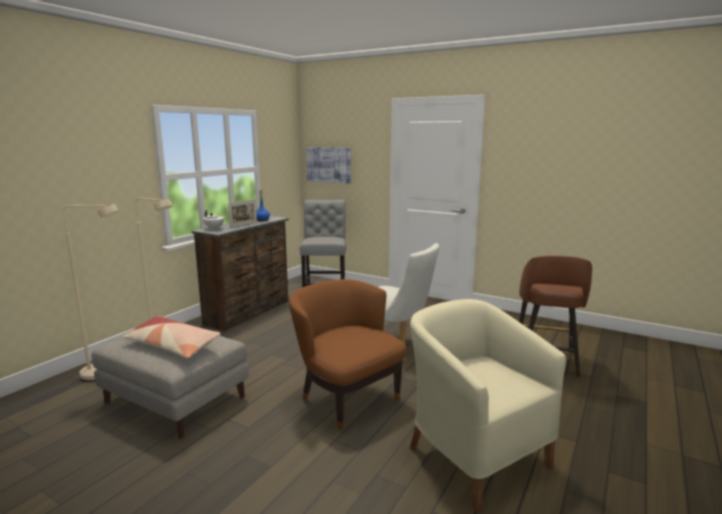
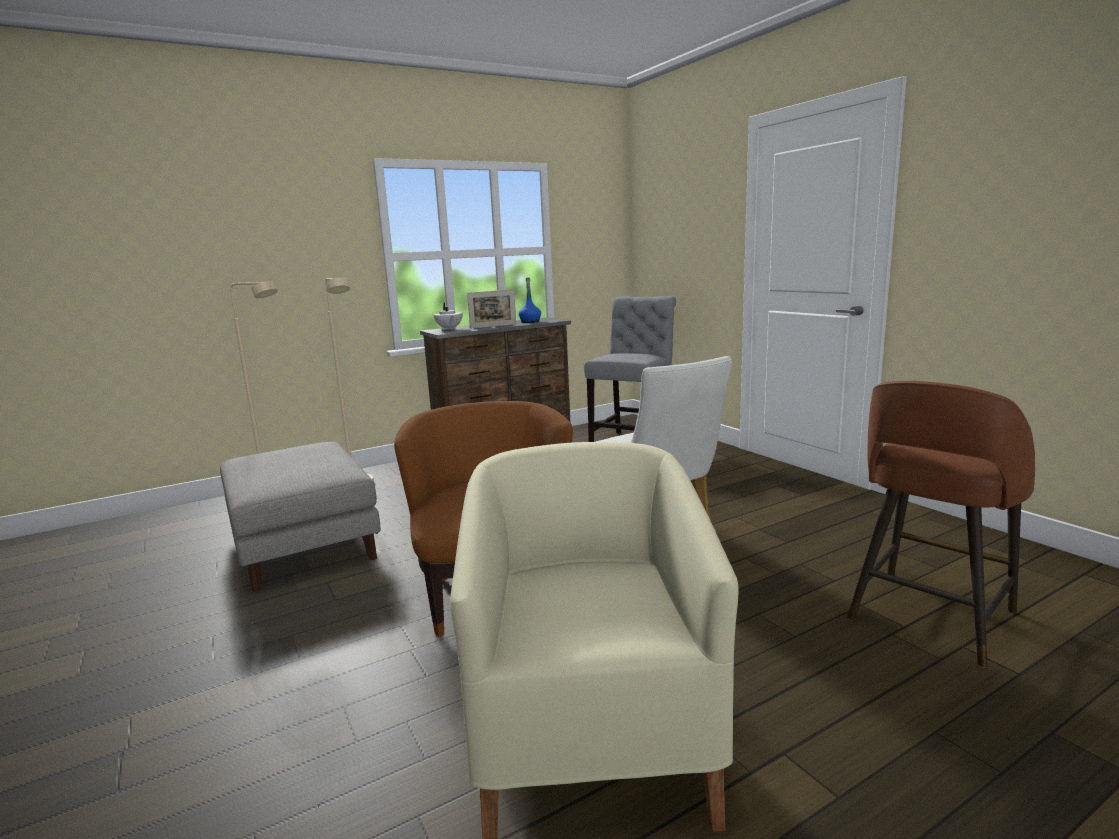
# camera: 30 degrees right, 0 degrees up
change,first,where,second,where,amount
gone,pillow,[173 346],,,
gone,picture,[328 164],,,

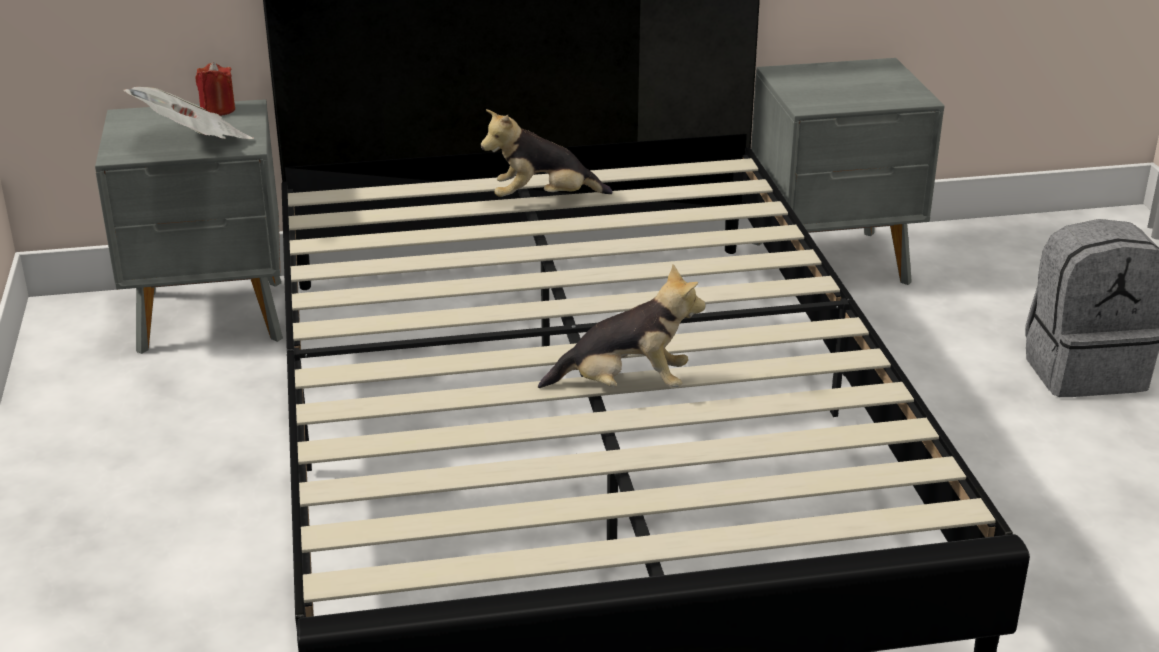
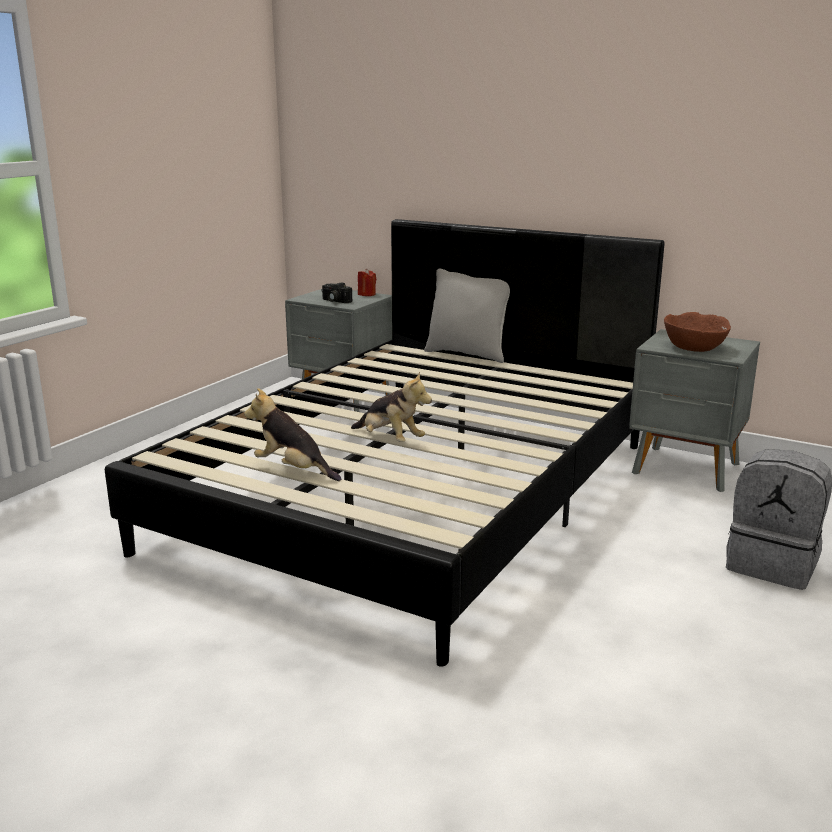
# camera: 40 degrees right, 10 degrees down
change,first,where,second,where,amount
swapped,newspaper,[194 142],photo camera,[334 301],
shifted,plush toy,[543 199],,[293 470],
new,,,pillow/grey,[468 354],
new,,,bowl/brown,[694 347],

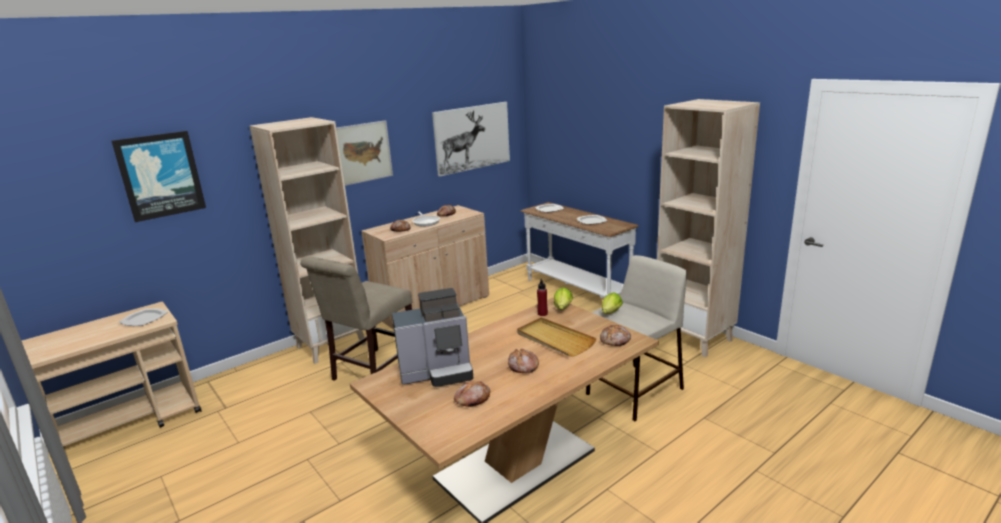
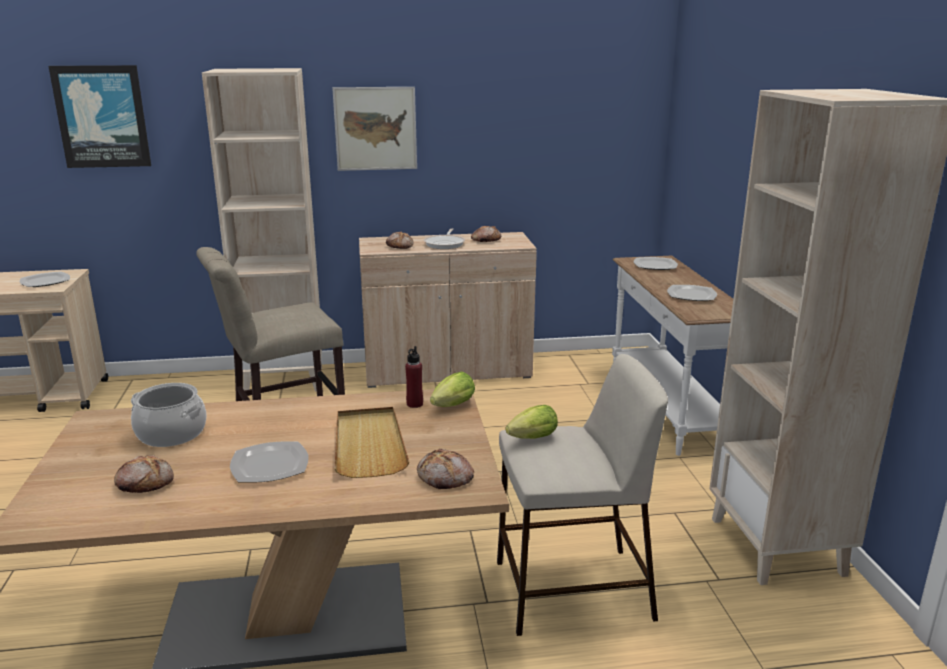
# camera: 30 degrees right, 0 degrees up
change,first,where,second,where,amount
swapped,coffee machine,[437 372],cooking pot,[172 433],
gone,picture,[472 137],,,
swapped,bread,[522 366],plate,[269 465],

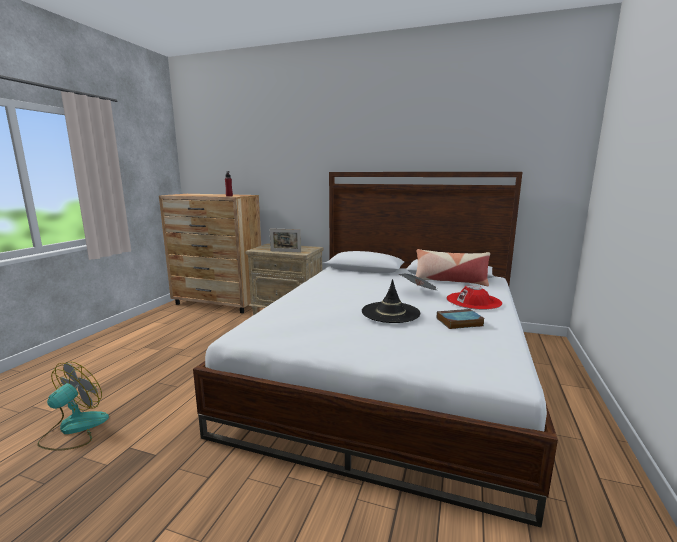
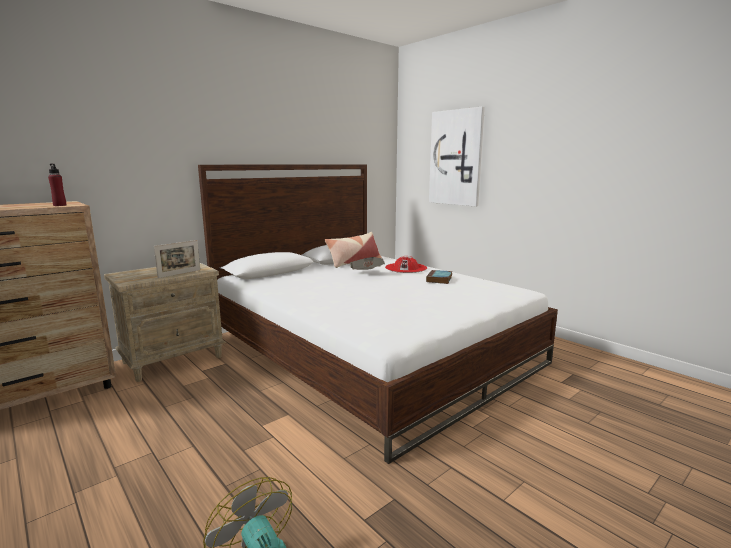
# camera: 60 degrees left, 0 degrees up
change,first,where,second,where,amount
gone,hat/black,[390 312],,,
new,,,picture,[456 158],

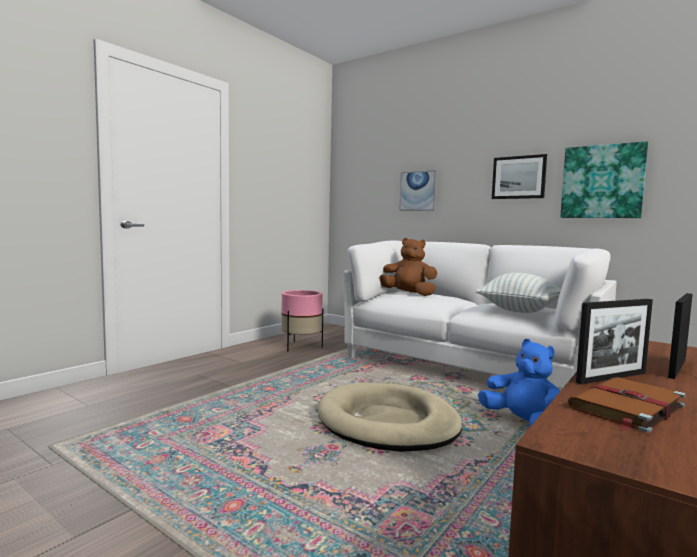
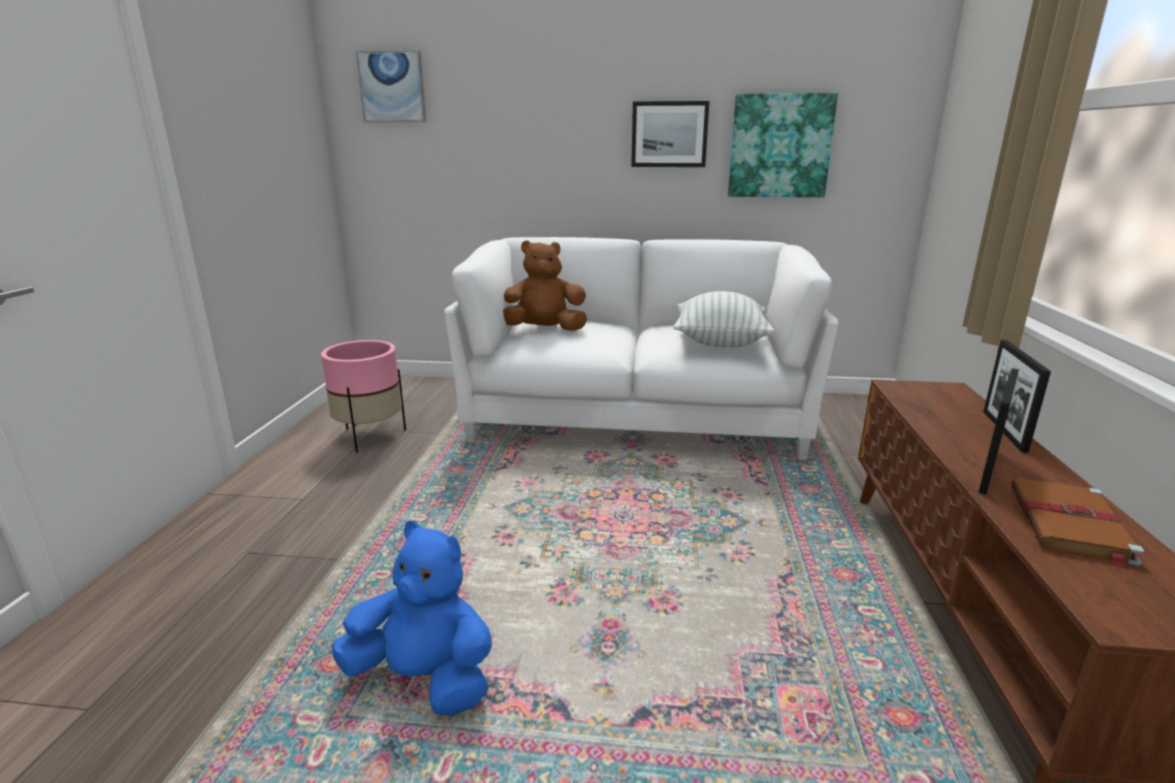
# camera: 30 degrees left, 15 degrees up
change,first,where,second,where,amount
gone,dog bed/beige,[387 422],,,
shifted,picture,[418 191],,[392 87],
shifted,plush toy/blue,[523 424],,[424 678],

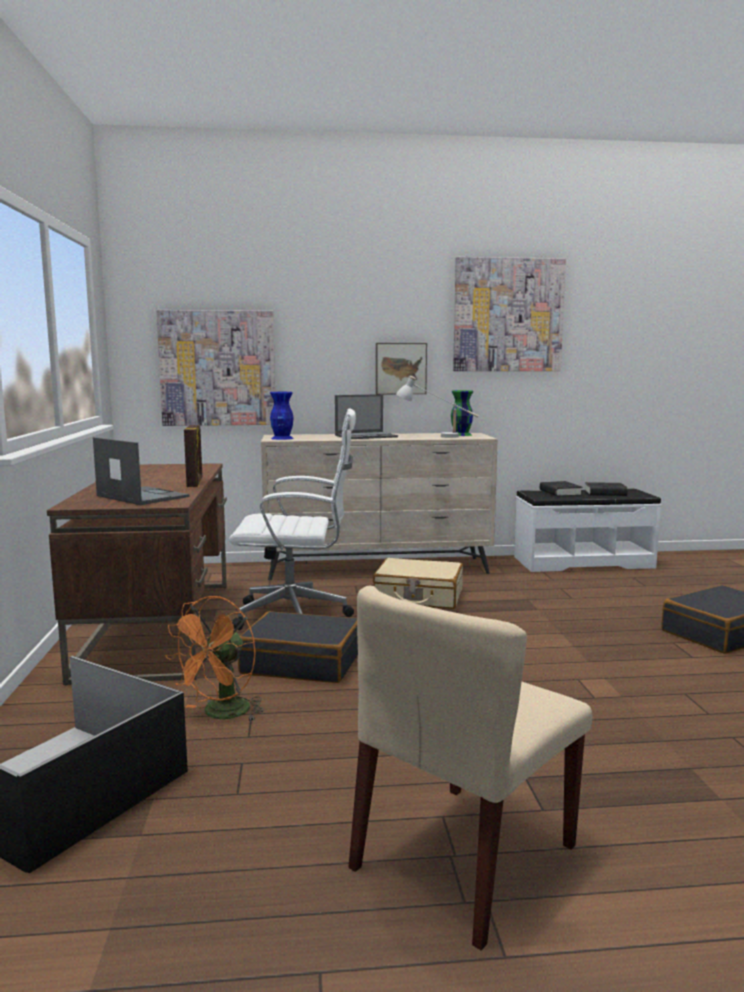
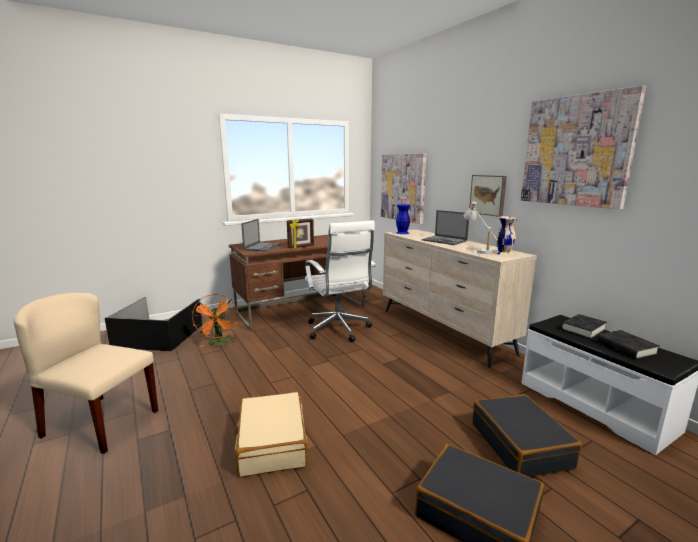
# camera: 65 degrees right, 5 degrees up
change,first,where,second,where,amount
rotated,fan/orange,[221 714],,[219 344],105 degrees counterclockwise
shifted,suitcase/black,[302 663],,[520 445],
shifted,suitcase/beige,[418 596],,[271 443],
repainted,vase/green,[460 435],vase/beige,[503 253],

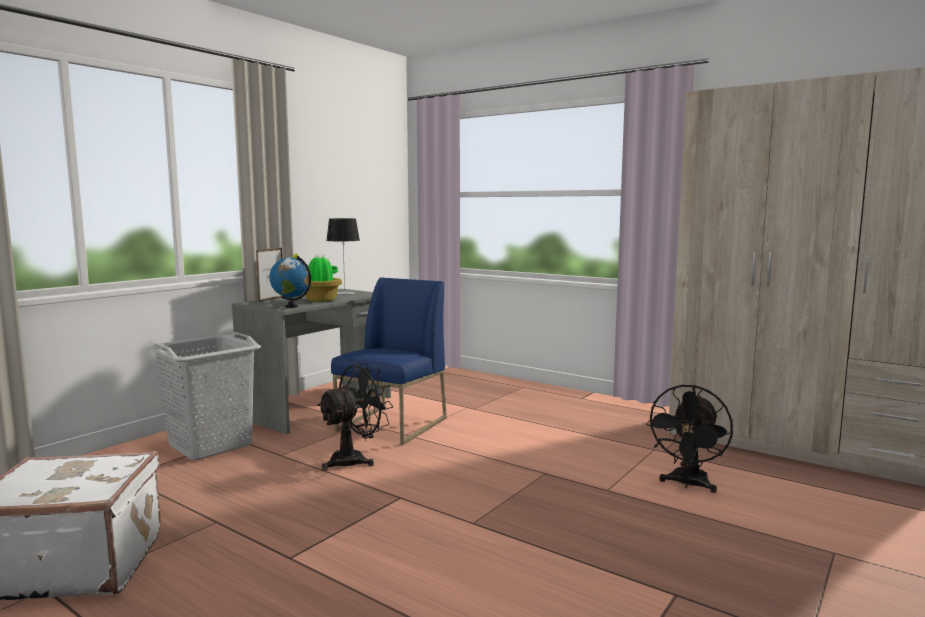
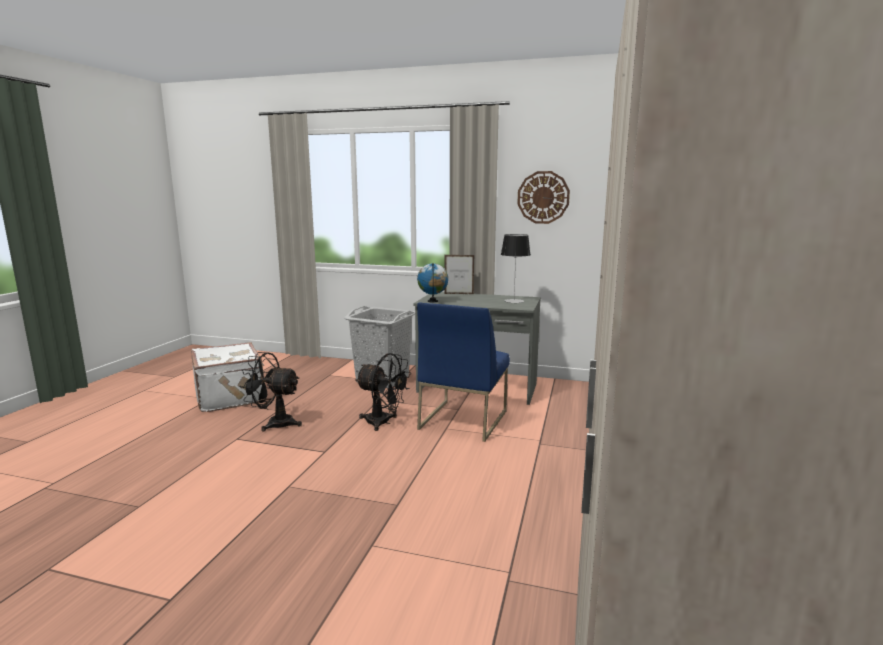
# camera: 70 degrees right, 5 degrees up
change,first,where,second,where,amount
gone,potted plant,[319 300],,,
rotated,chair/blue,[392 425],,[463 419],105 degrees clockwise
shifted,fan/black,[688 484],,[274 423],
new,,,wall clock,[543 197],

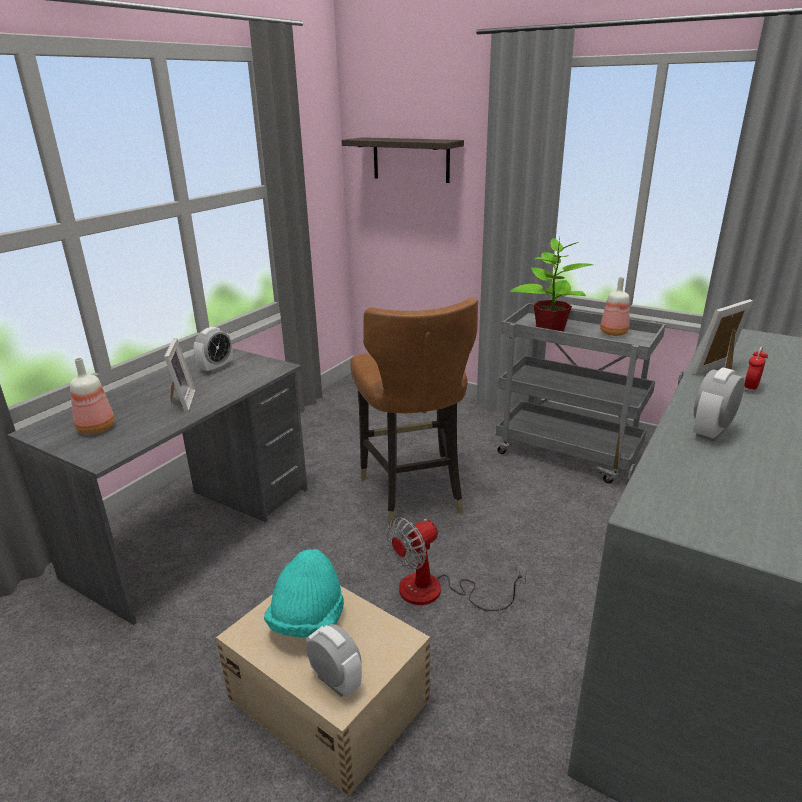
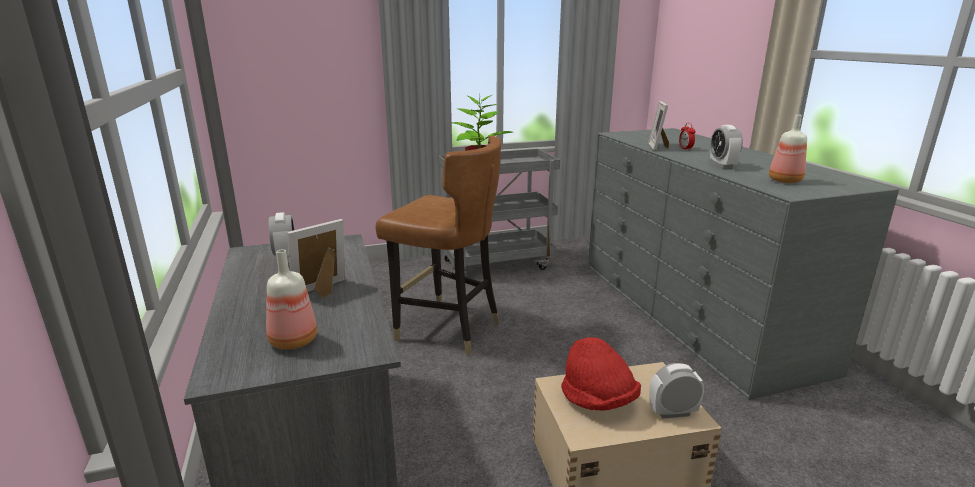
# camera: 50 degrees left, 5 degrees down
change,first,where,second,where,amount
rotated,picture frame,[180 401],,[324 290],75 degrees counterclockwise
repainted,hat/turquoise,[308 620],hat/red,[598 400],
gone,shelf,[411 159],,,
gone,fan,[436 592],,,
shifted,bottle,[613 332],,[783 180],

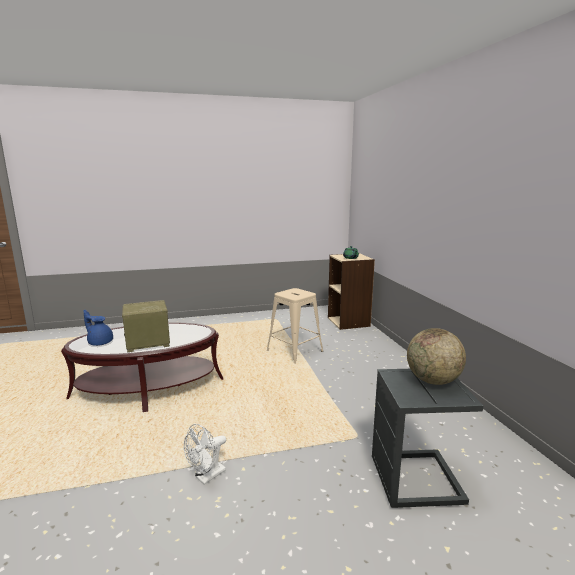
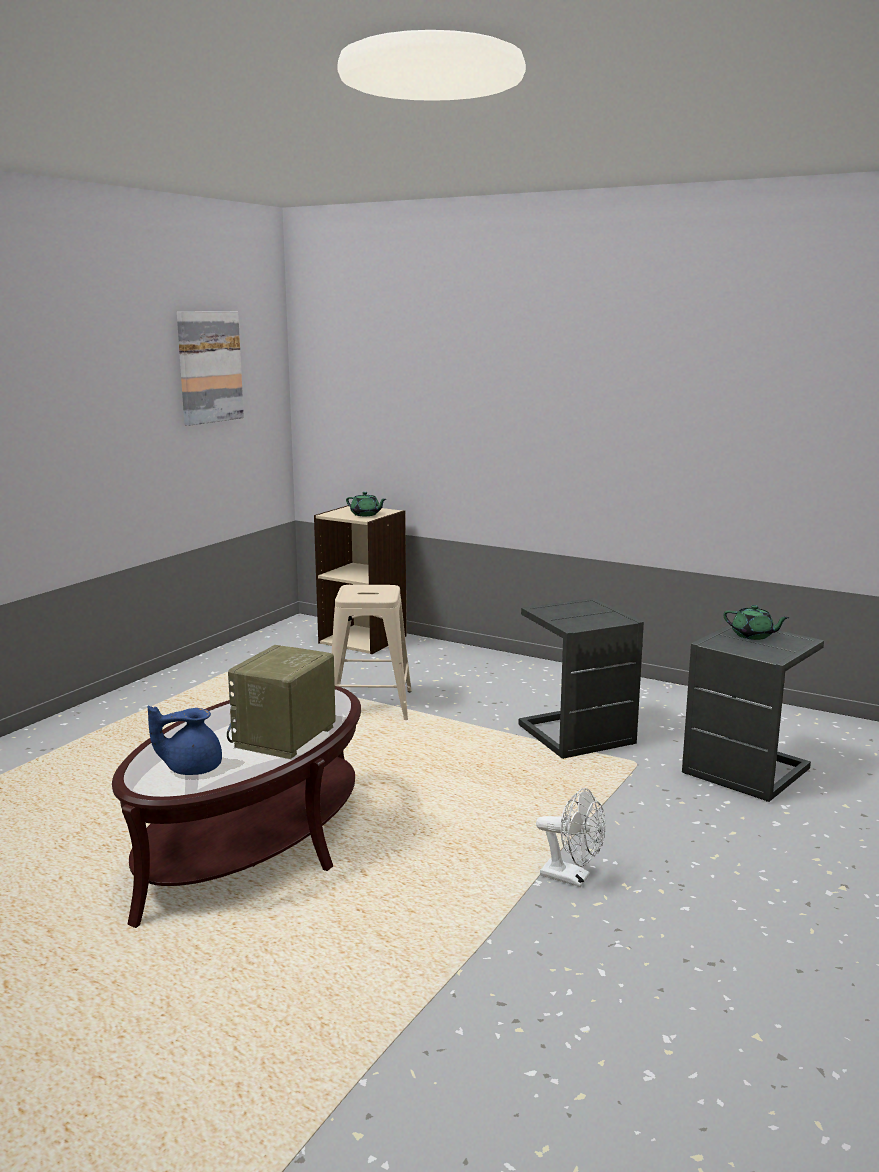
# camera: 45 degrees left, 0 degrees up
change,first,where,second,where,amount
rotated,fan/white,[207 477],,[572 878],60 degrees counterclockwise
swapped,globe,[433 381],teapot/green,[753 636],
new,,,picture,[209 367],
new,,,side table/grey,[576 734],

